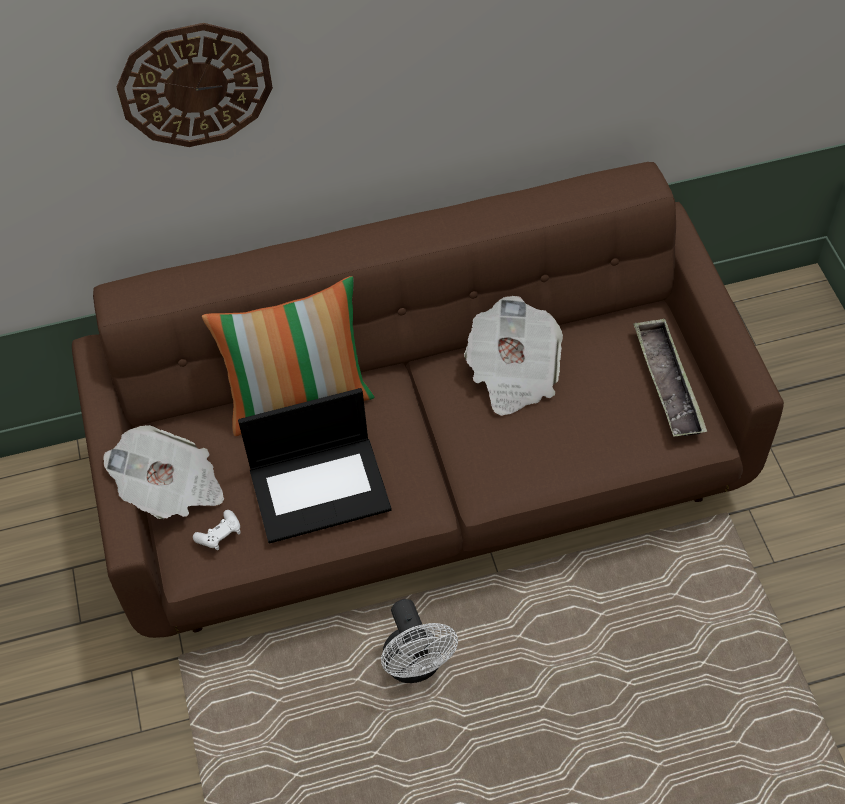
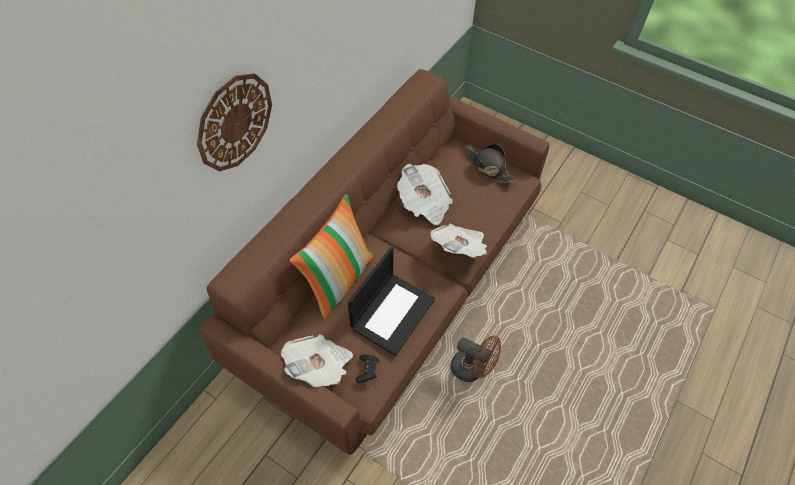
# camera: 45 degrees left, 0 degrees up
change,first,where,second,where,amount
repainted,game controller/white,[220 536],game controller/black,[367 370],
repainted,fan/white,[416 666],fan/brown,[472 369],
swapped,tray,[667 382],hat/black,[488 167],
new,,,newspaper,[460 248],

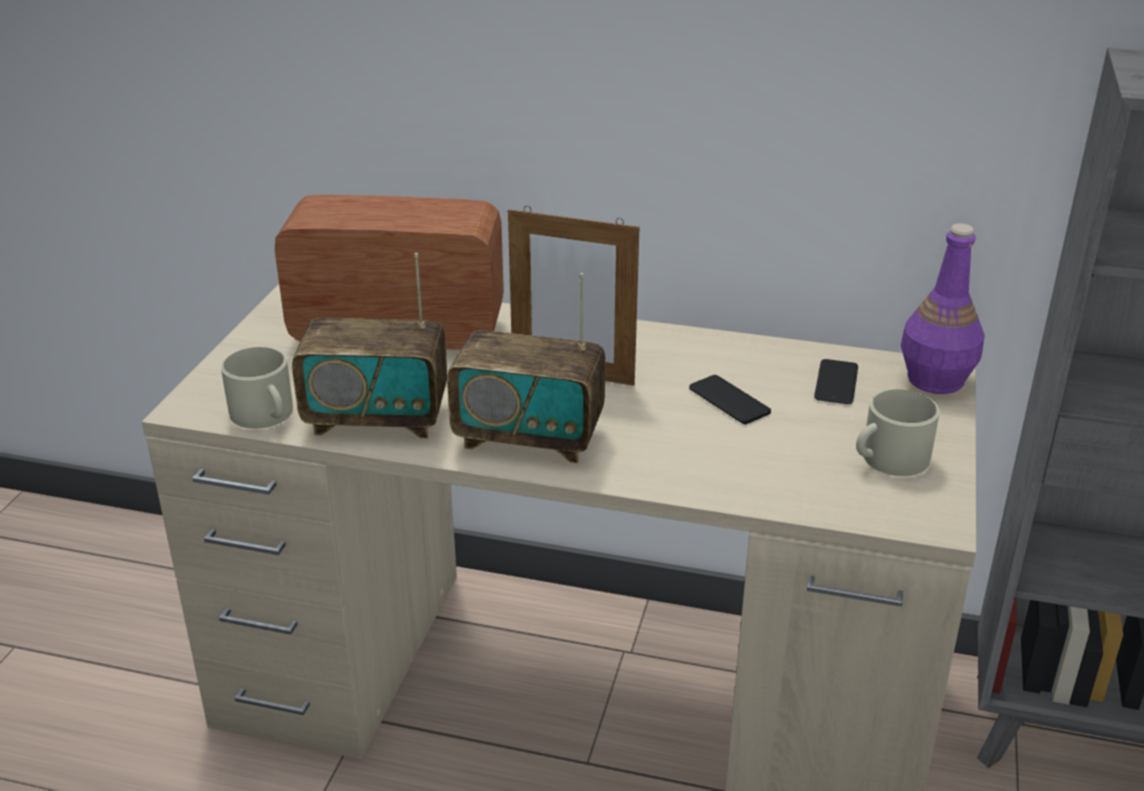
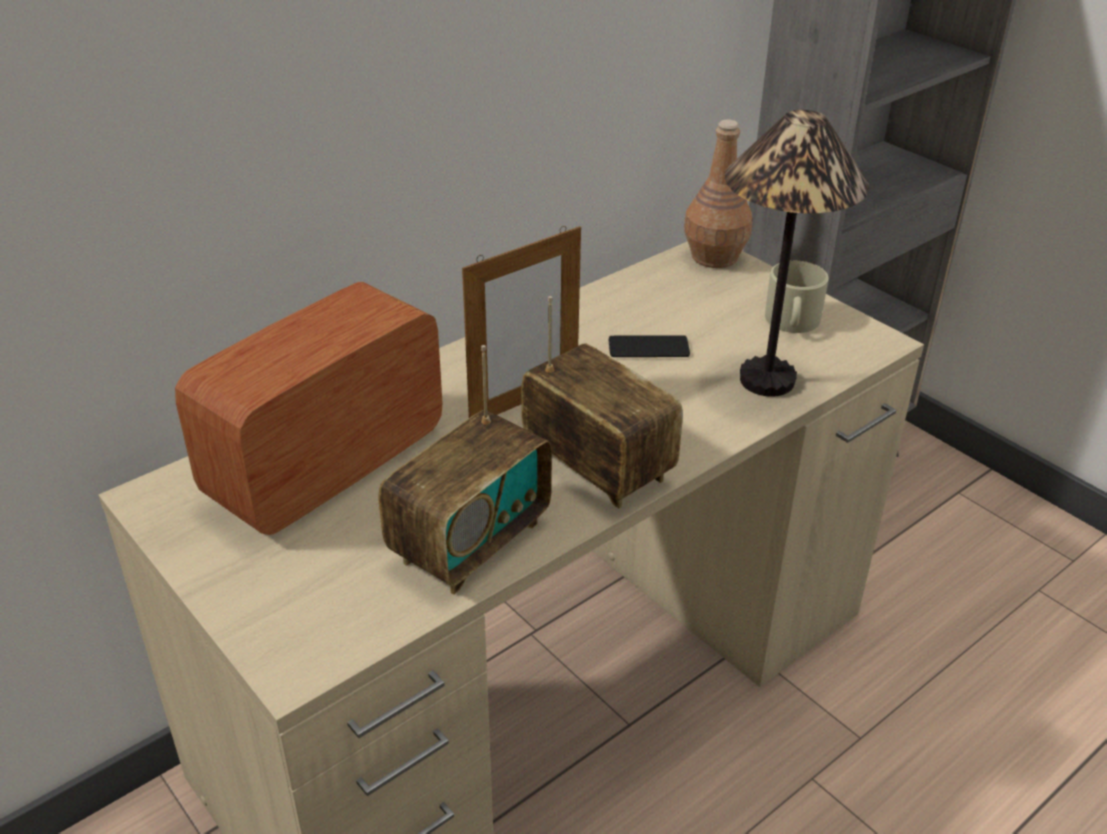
# camera: 55 degrees left, 5 degrees up
change,first,where,second,where,amount
gone,mug/beige,[265 415],,,
rotated,radio,[529 437],,[597 466],90 degrees counterclockwise
gone,phone,[836 383],,,
repainted,bottle/purple,[934 380],bottle/brown,[714 257],
new,,,table lamp,[765 381],

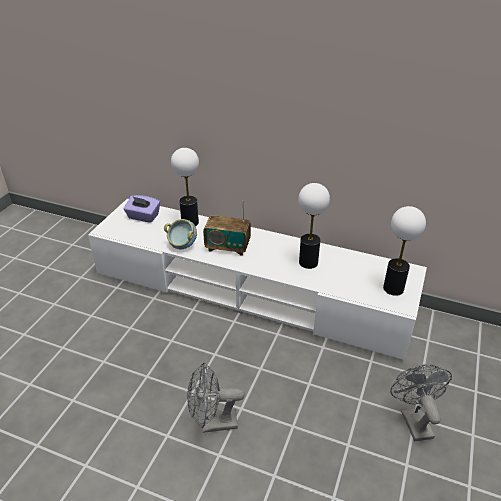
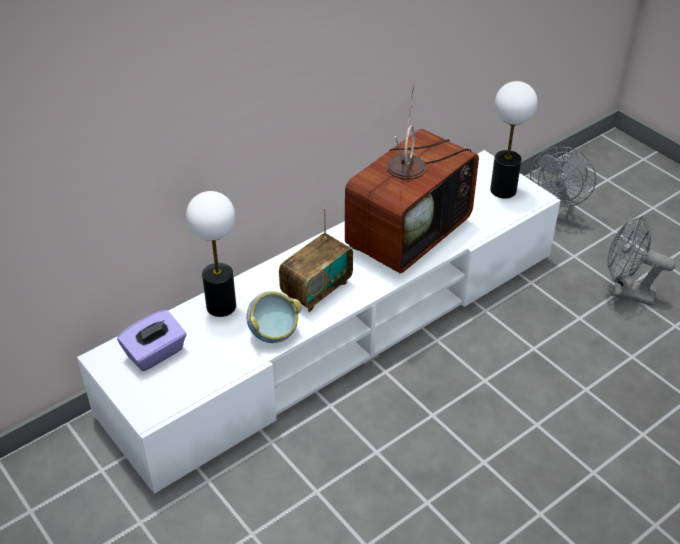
# camera: 60 degrees left, 5 degrees up
change,first,where,second,where,amount
shifted,fan/grey,[213 423],,[557 212],
swapped,table lamp,[308 262],television,[407 232],

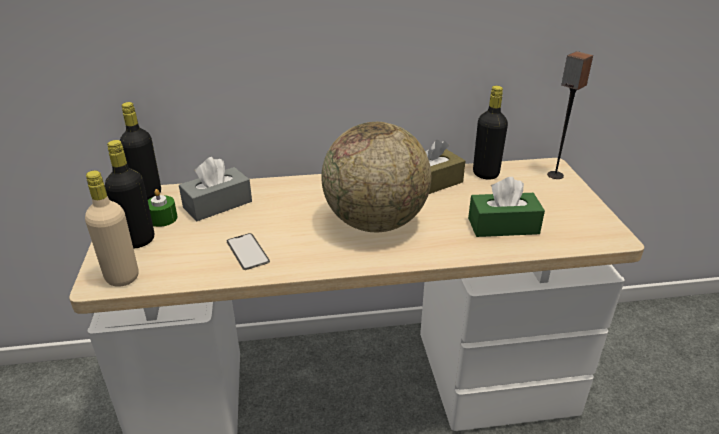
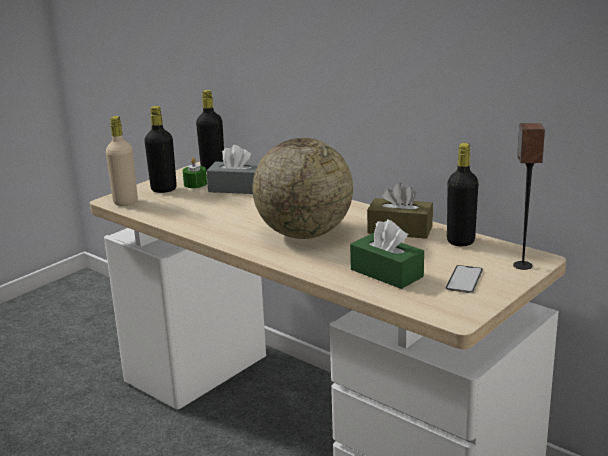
# camera: 50 degrees right, 10 degrees down
change,first,where,second,where,amount
shifted,phone,[247 251],,[464 279],

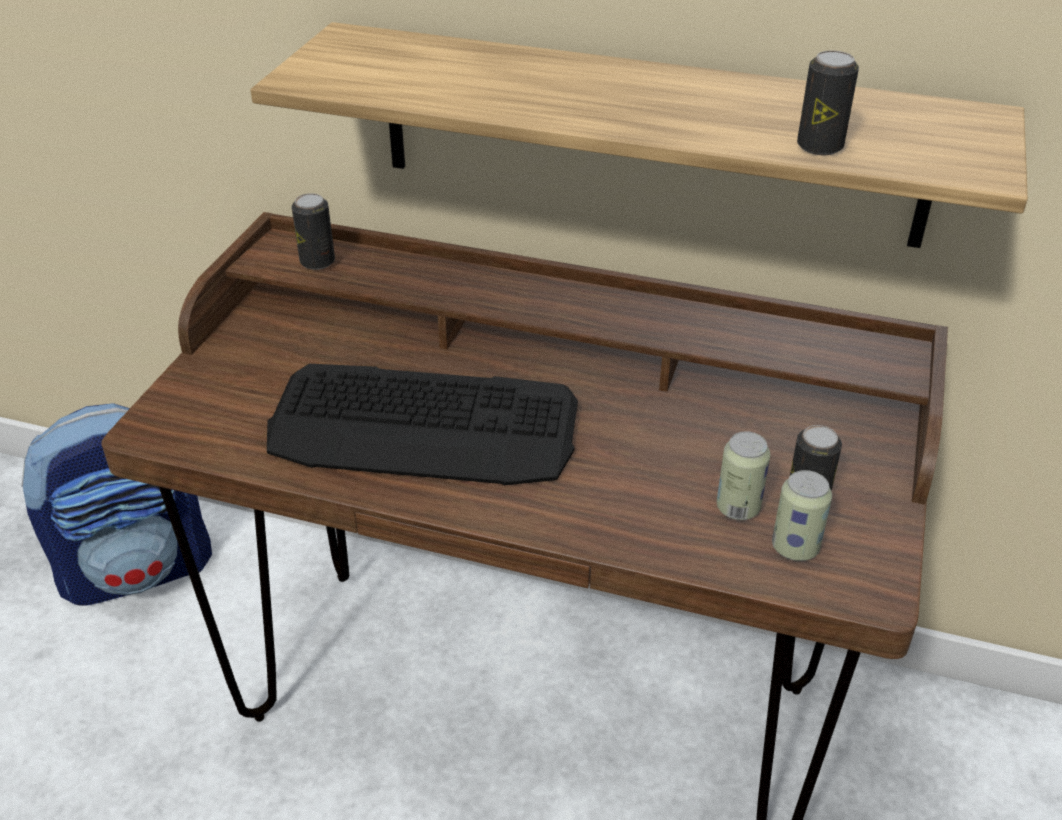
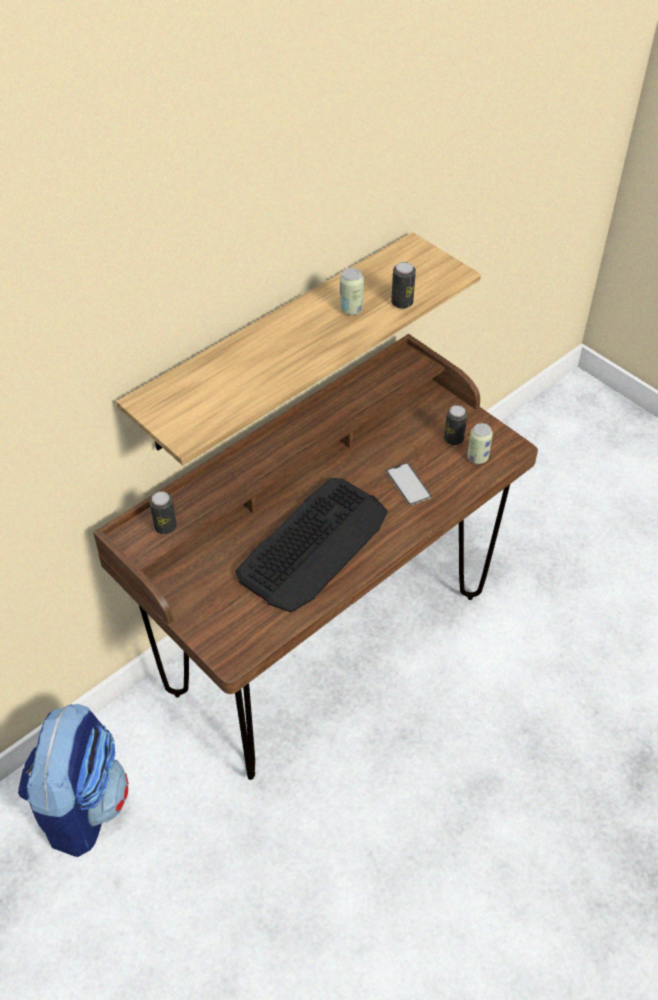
# camera: 60 degrees left, 10 degrees up
change,first,where,second,where,amount
shifted,can,[738 508],,[351 309],
new,,,phone,[408 484],

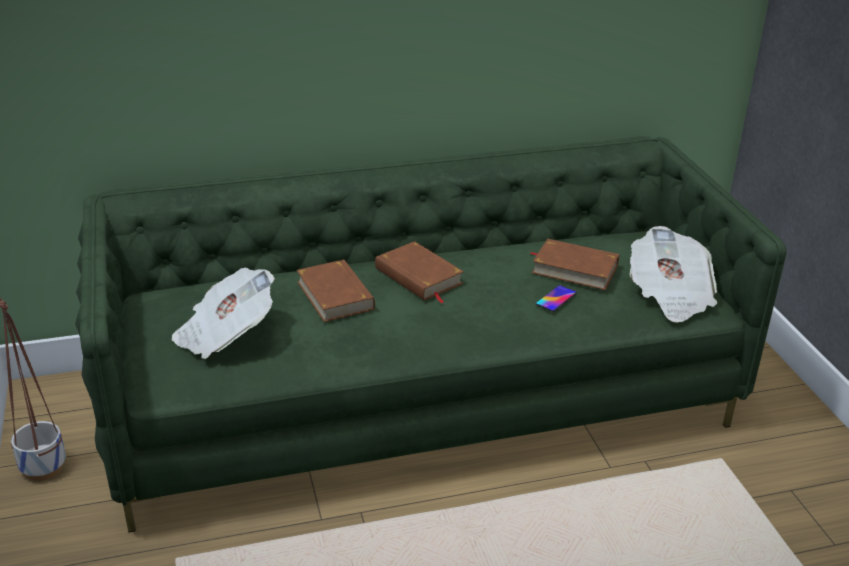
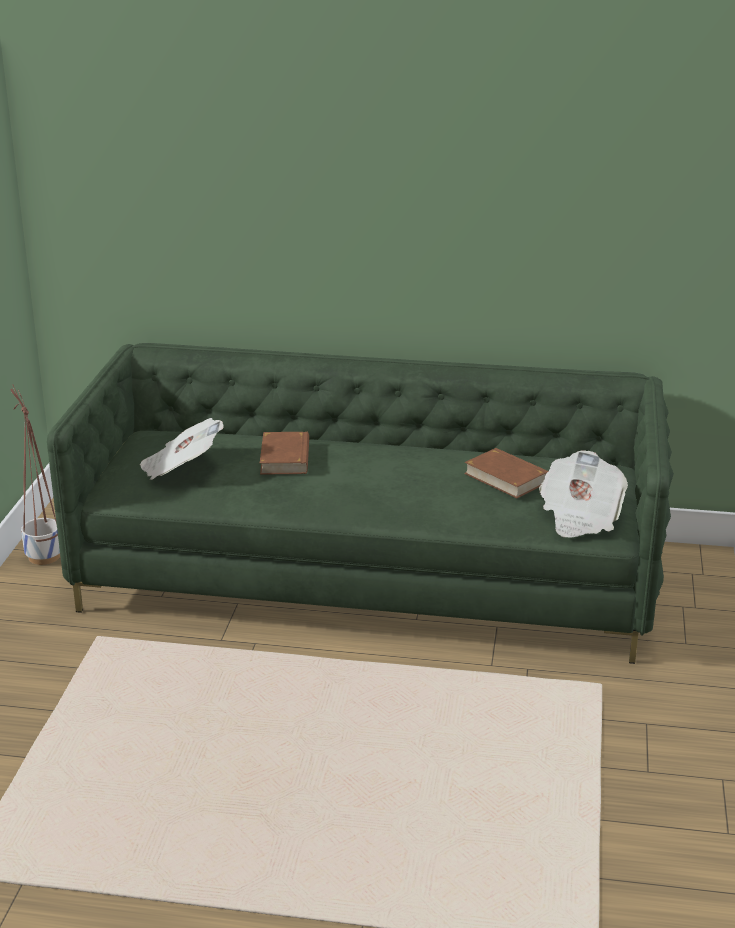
# camera: 25 degrees right, 5 degrees down
change,first,where,second,where,amount
gone,book/brown,[418 276],,,
gone,phone,[556 299],,,

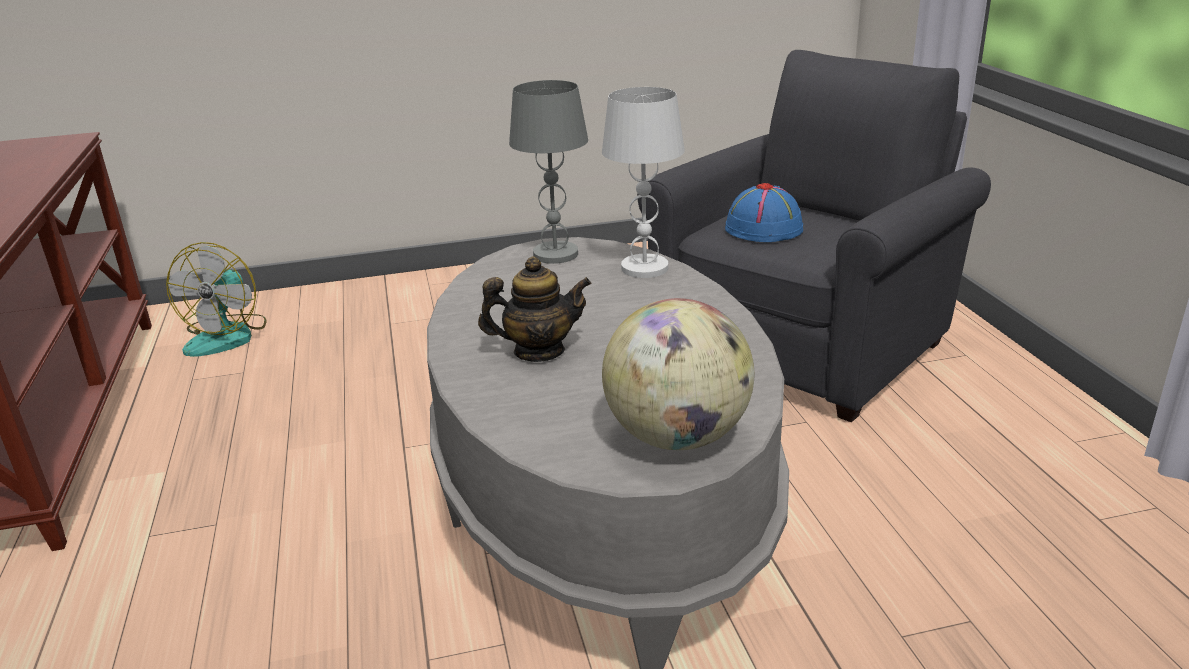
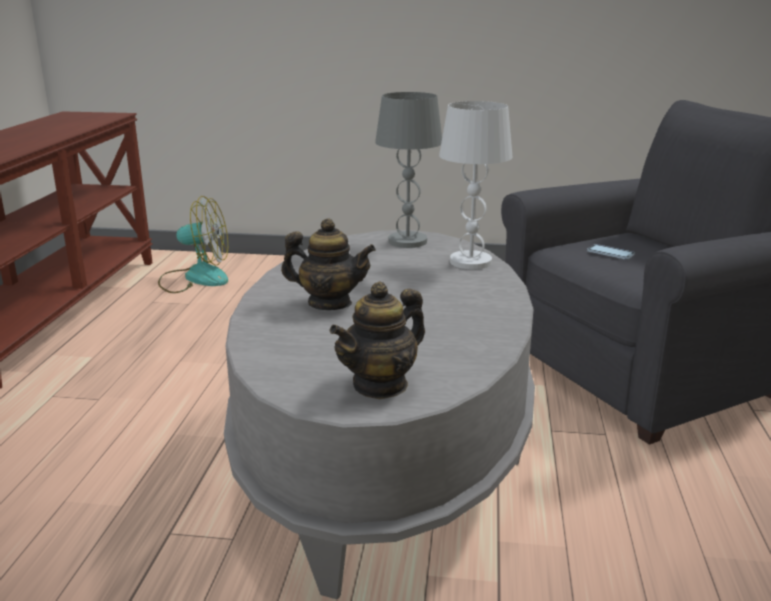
# camera: 20 degrees right, 5 degrees down
change,first,where,second,where,amount
rotated,fan,[227 335],,[195 278],120 degrees counterclockwise
swapped,globe,[678 437],teapot,[380 385],
swapped,hat/blue,[764 229],phone,[610 253],

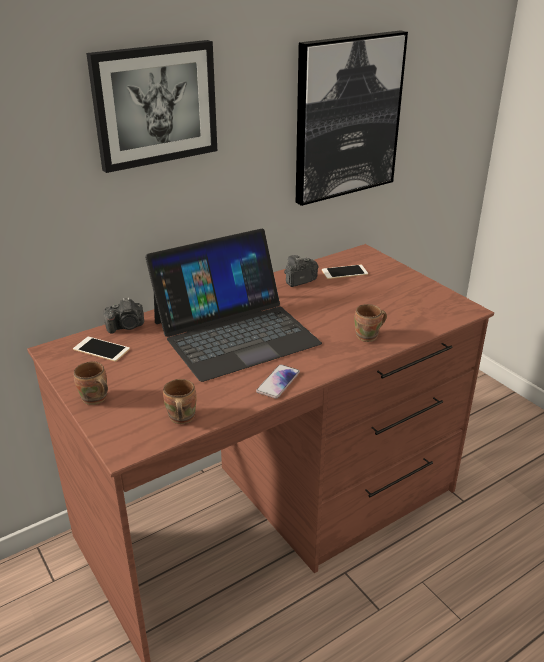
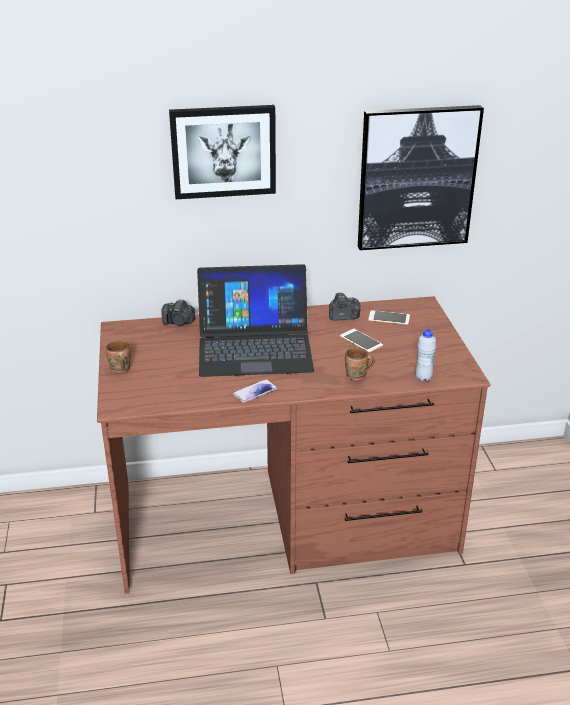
# camera: 25 degrees right, 0 degrees up
change,first,where,second,where,amount
shifted,phone,[101 349],,[361 340],
gone,mug/brown,[180 418],,,
new,,,bottle/white,[423 378],

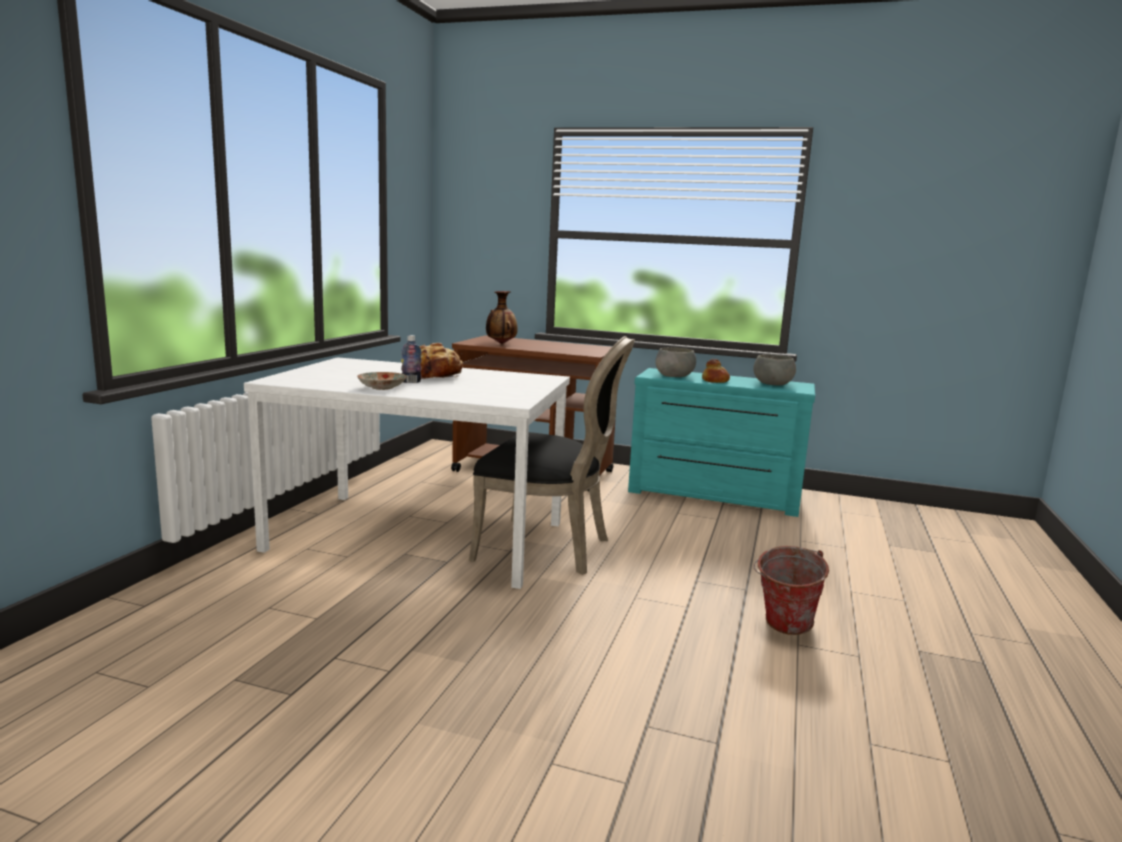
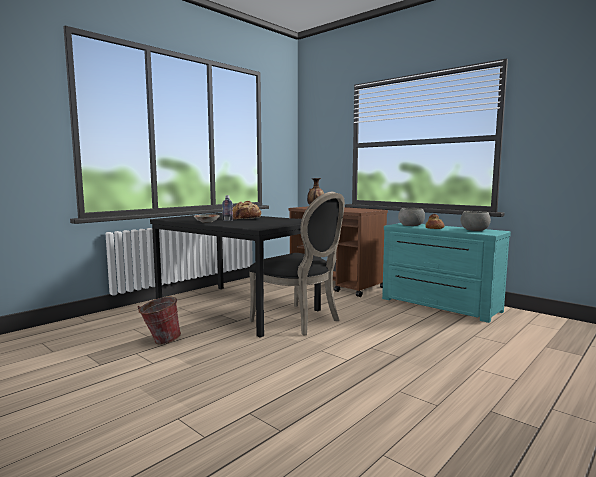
# camera: 25 degrees right, 5 degrees down
change,first,where,second,where,amount
repainted,dining table/white,[421 536],dining table/black,[238 308],
shifted,bucket,[783 628],,[160 341],

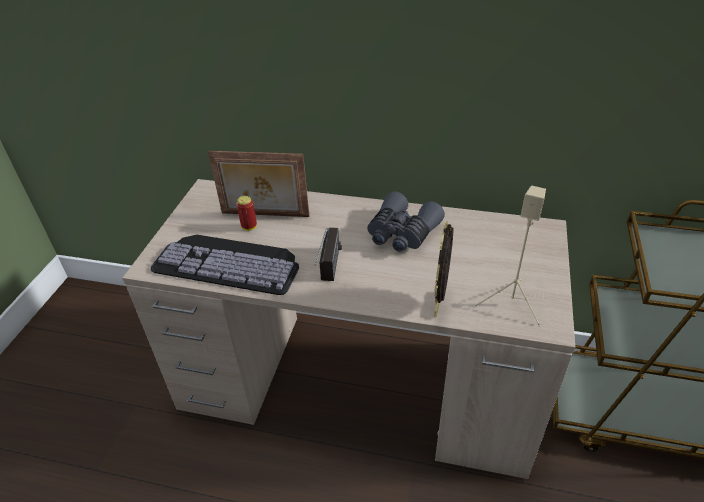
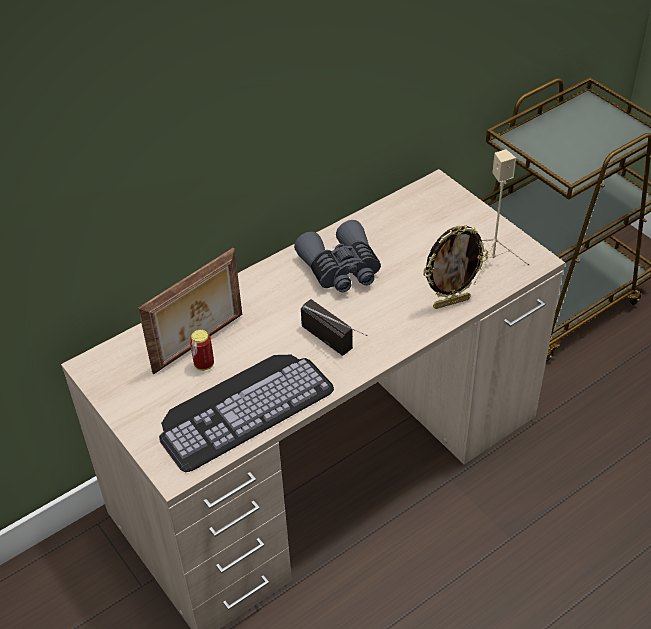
# camera: 50 degrees left, 5 degrees up
change,first,where,second,where,amount
rotated,picture frame,[439 304],,[451 302],75 degrees counterclockwise

